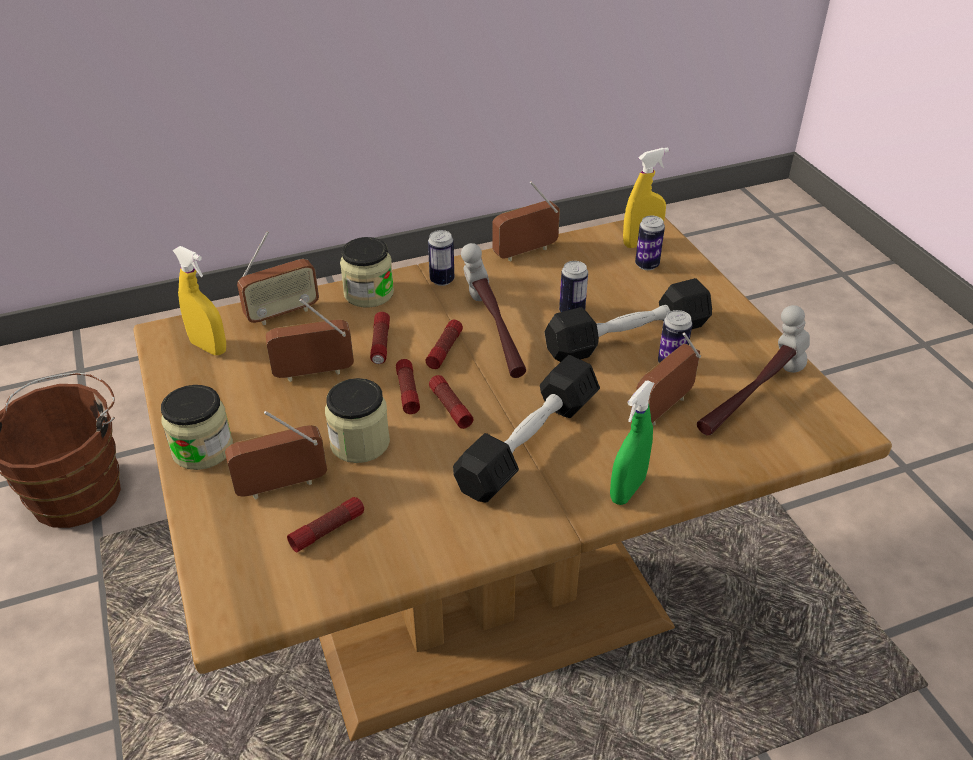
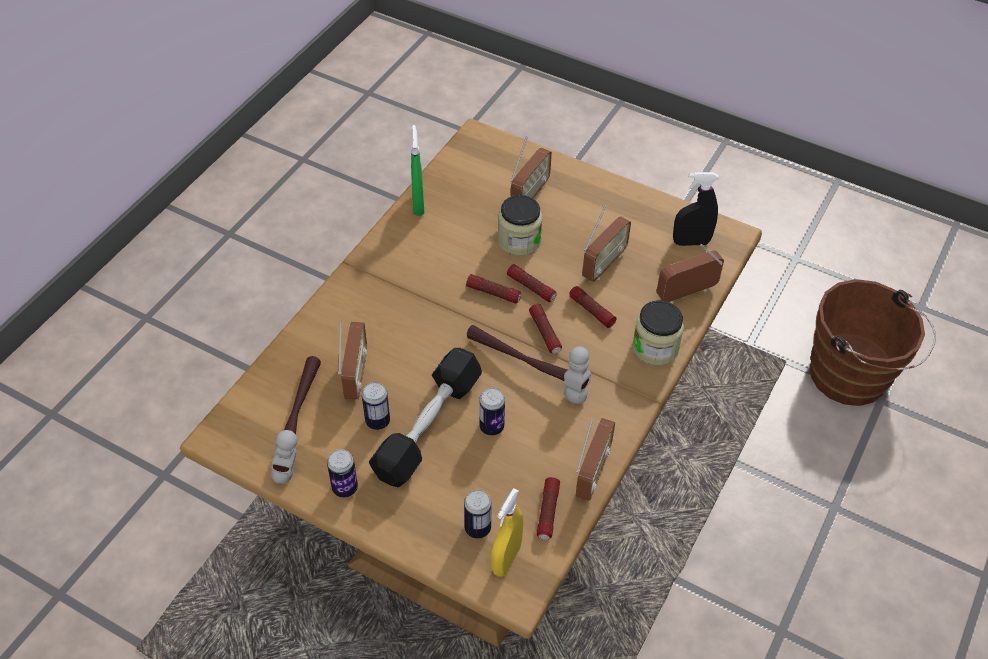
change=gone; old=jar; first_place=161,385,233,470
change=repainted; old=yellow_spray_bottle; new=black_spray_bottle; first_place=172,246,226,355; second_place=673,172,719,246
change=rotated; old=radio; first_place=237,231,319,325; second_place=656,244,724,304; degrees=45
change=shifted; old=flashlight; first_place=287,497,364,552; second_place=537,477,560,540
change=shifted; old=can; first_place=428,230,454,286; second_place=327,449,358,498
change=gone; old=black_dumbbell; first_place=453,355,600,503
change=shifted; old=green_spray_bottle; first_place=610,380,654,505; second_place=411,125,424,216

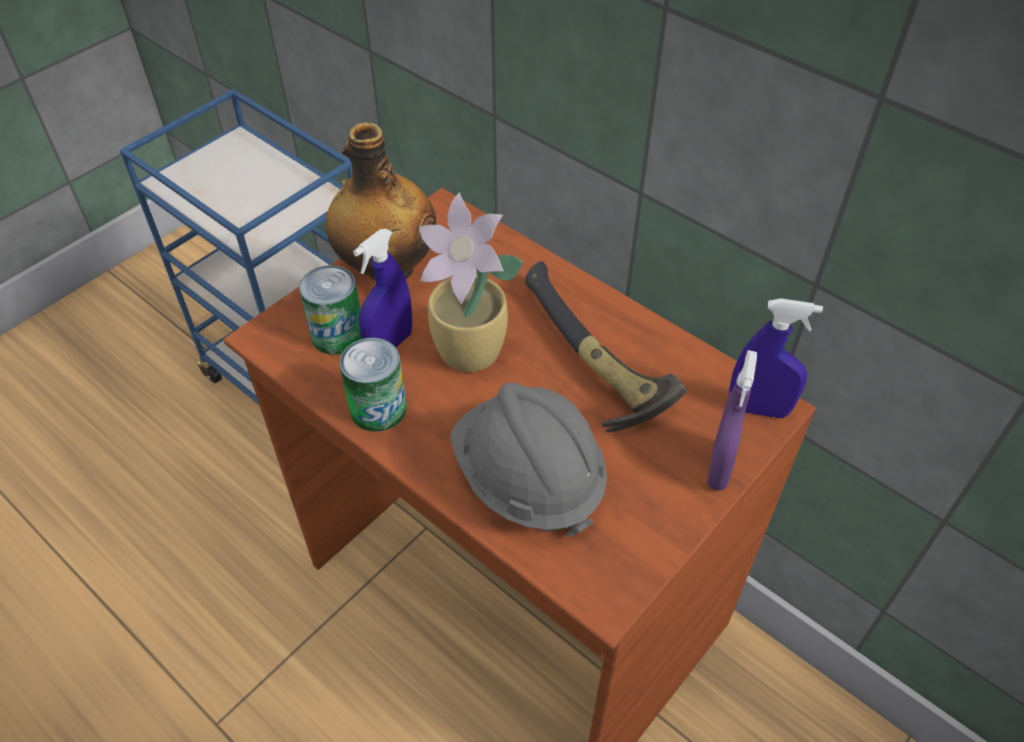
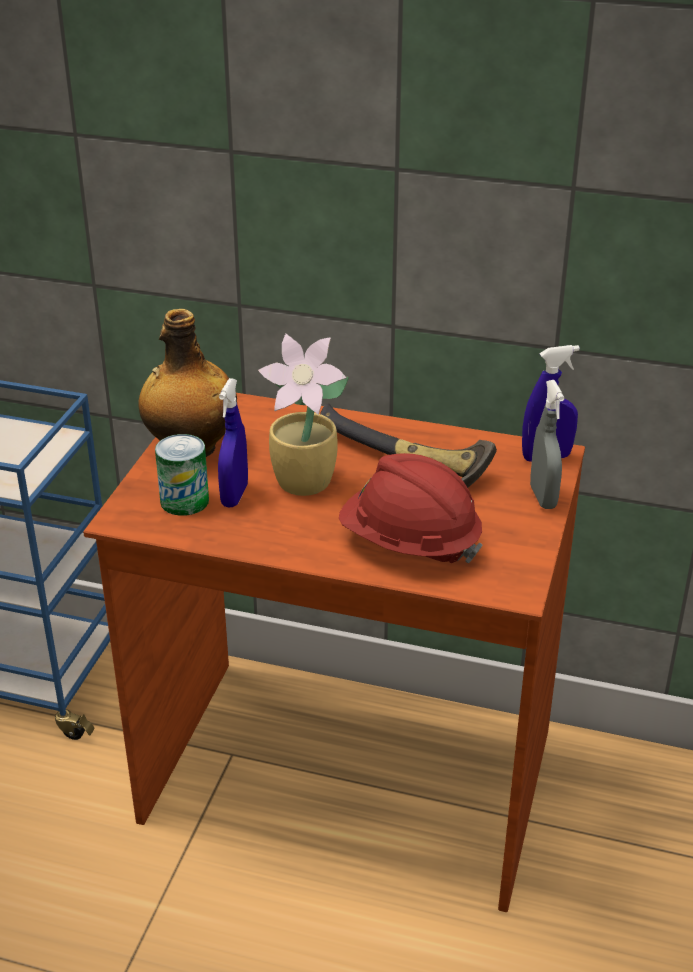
change=gone; old=can; first_place=340,338,406,432
change=repainted; old=grey_hard_hat; new=red_hard_hat; first_place=450,383,607,538; second_place=339,453,483,564
change=repainted; old=purple_spray_bottle; new=grey_spray_bottle; first_place=707,350,757,491; second_place=530,380,564,509

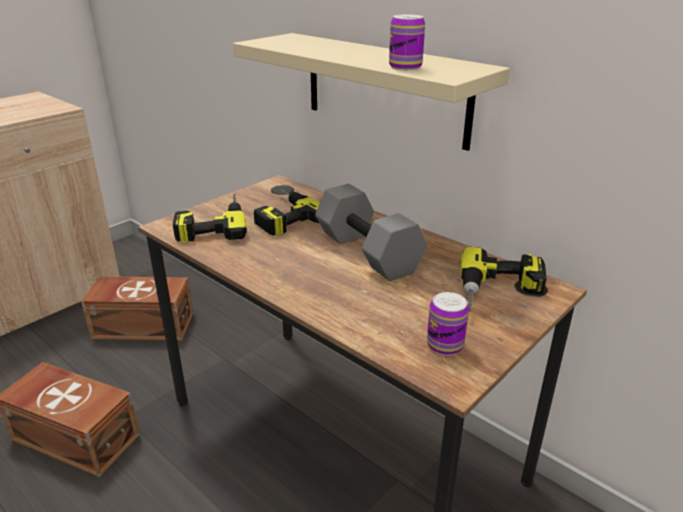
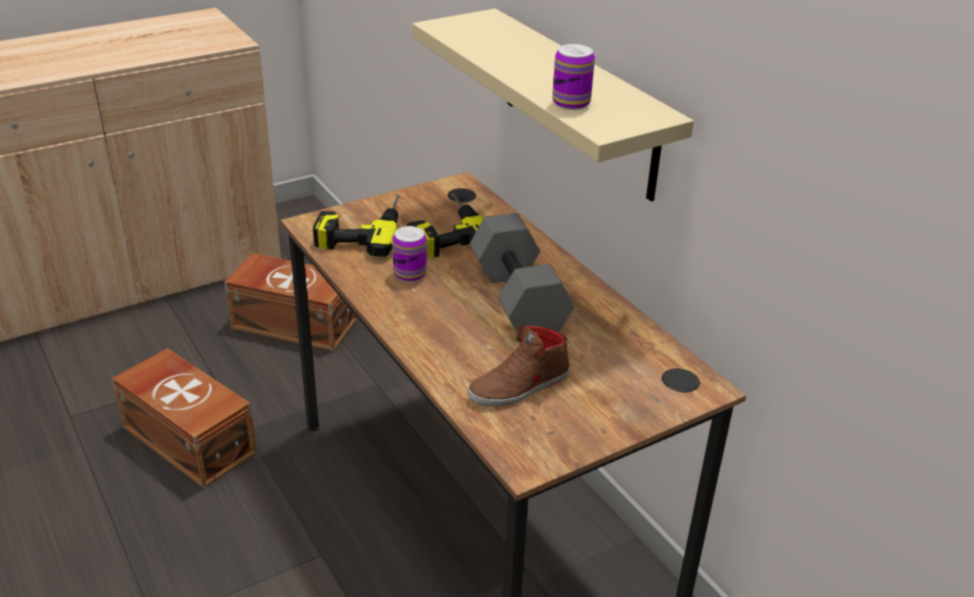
change=shifted; old=can; first_place=427,292,469,355; second_place=393,226,427,282
change=gone; old=power_drill; first_place=460,247,547,313
change=new; new=brown_shoe; second_place=468,325,569,406

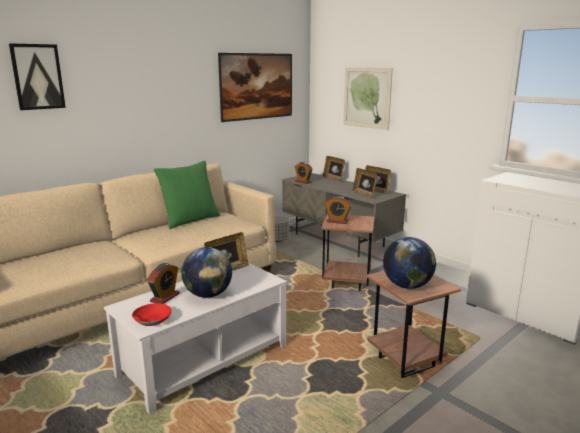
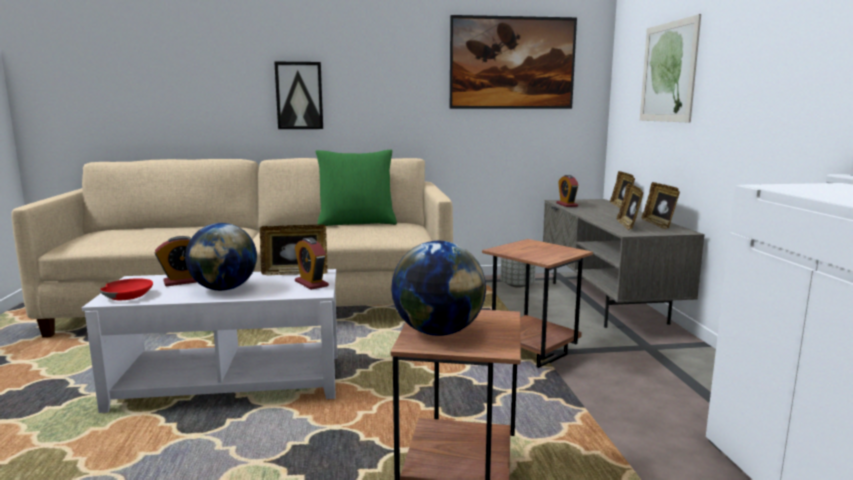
change=shifted; old=picture; first_place=9,43,66,110; second_place=274,62,323,129
change=shifted; old=alarm_clock; first_place=325,196,352,224; second_place=295,238,329,290

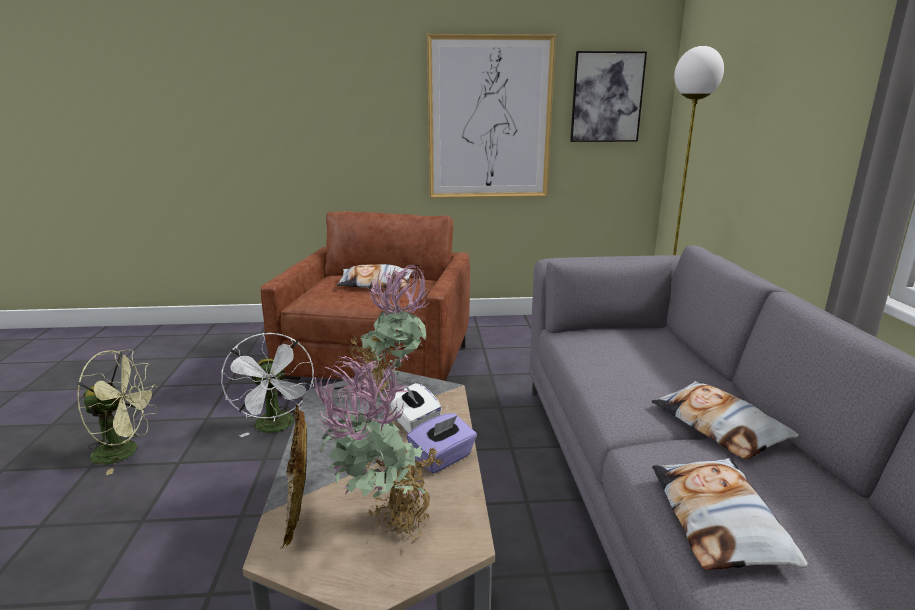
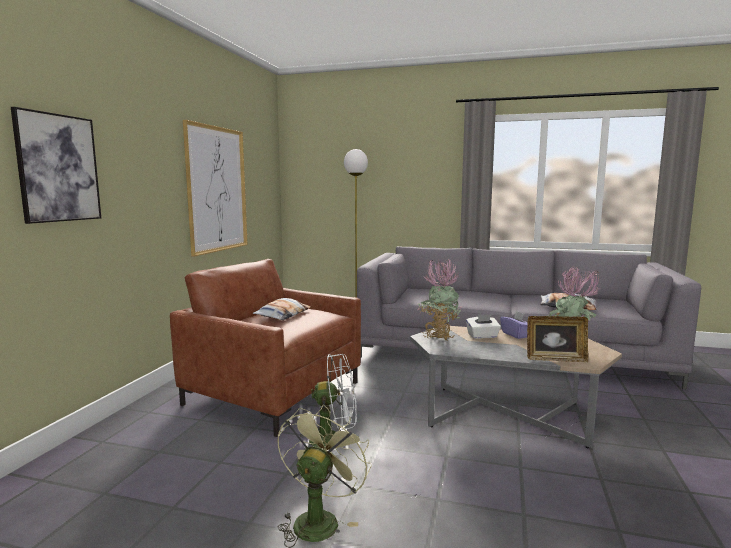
change=shifted; old=picture; first_place=570,51,647,142; second_place=11,107,101,224
change=gone; old=pillow; first_place=651,381,799,460

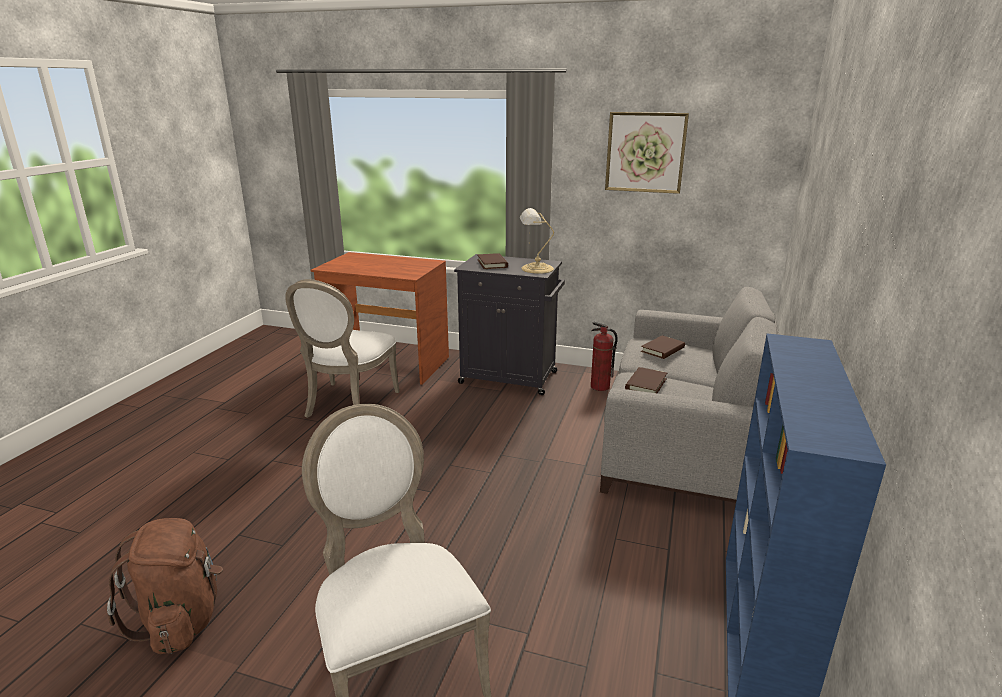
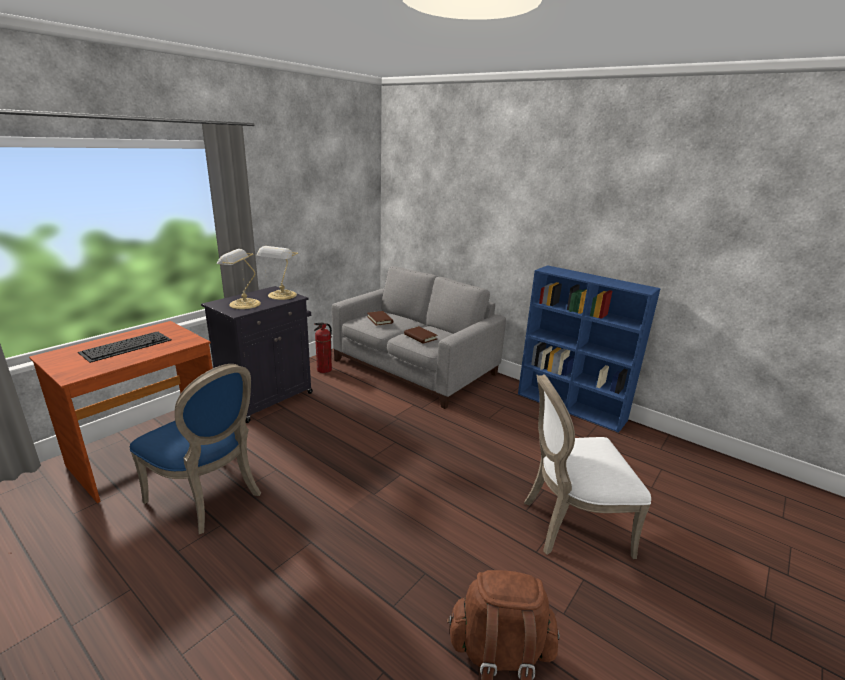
change=repainted; old=white_chair; new=blue_chair; first_place=285,279,400,418; second_place=130,364,261,534
change=swapped; old=brown_book; new=table_lamp; first_place=477,253,508,269; second_place=217,249,261,309
change=gone; old=picture; first_place=605,112,689,194
change=new; new=keyboard; second_place=78,332,172,363

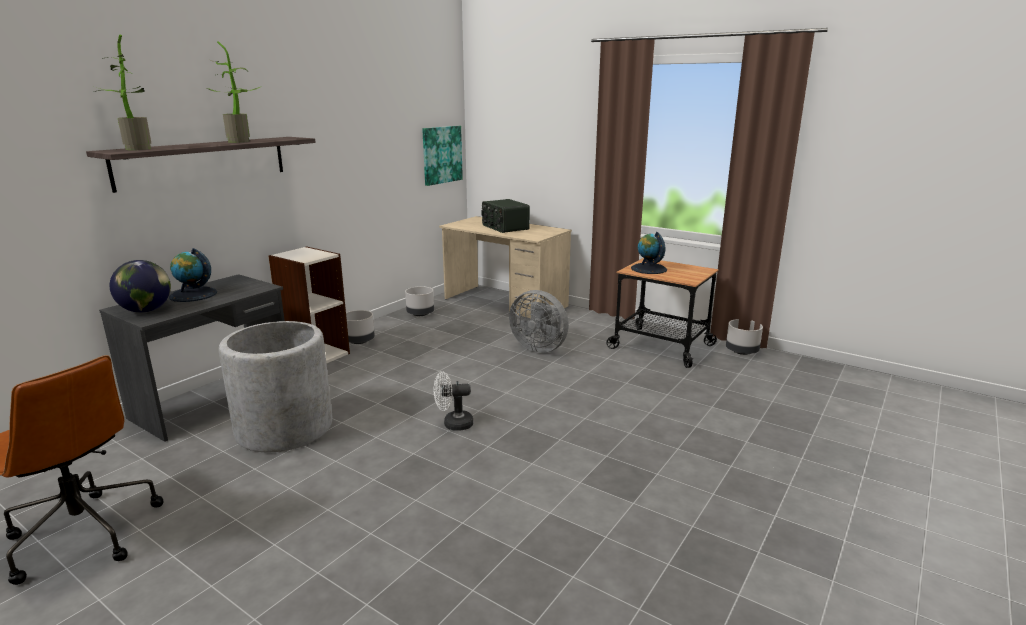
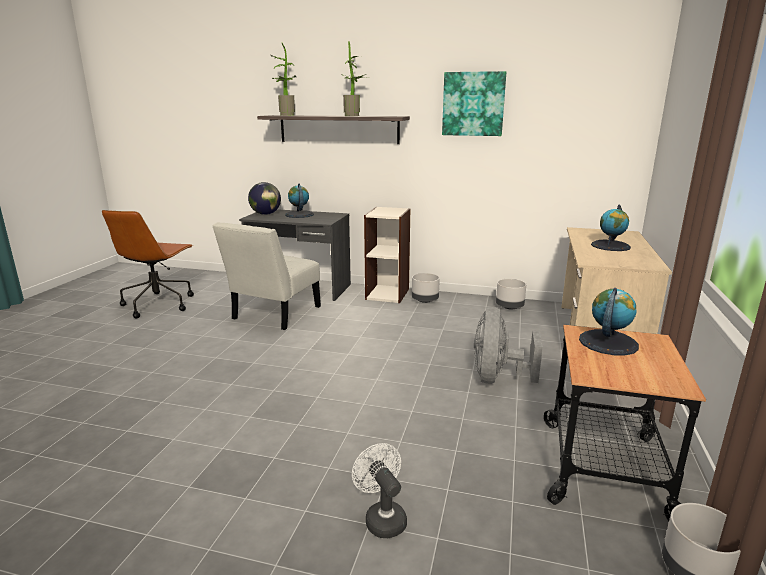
change=swapped; old=grey_planter; new=white_chair; first_place=219,321,332,452; second_place=213,222,321,330
change=shifted; old=picture; first_place=422,126,463,186; second_place=442,71,506,136
change=shifted; old=white_fan; first_place=434,371,473,431; second_place=352,443,407,538
change=swapped; old=radio; new=globe; first_place=481,199,530,233; second_place=591,205,631,251

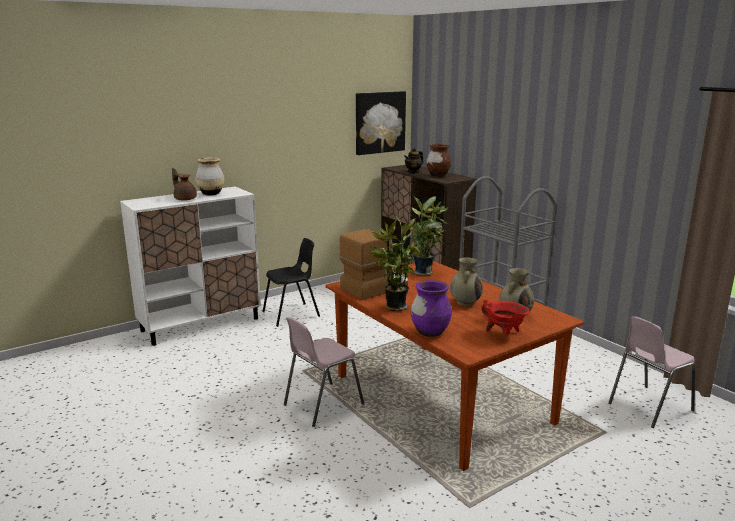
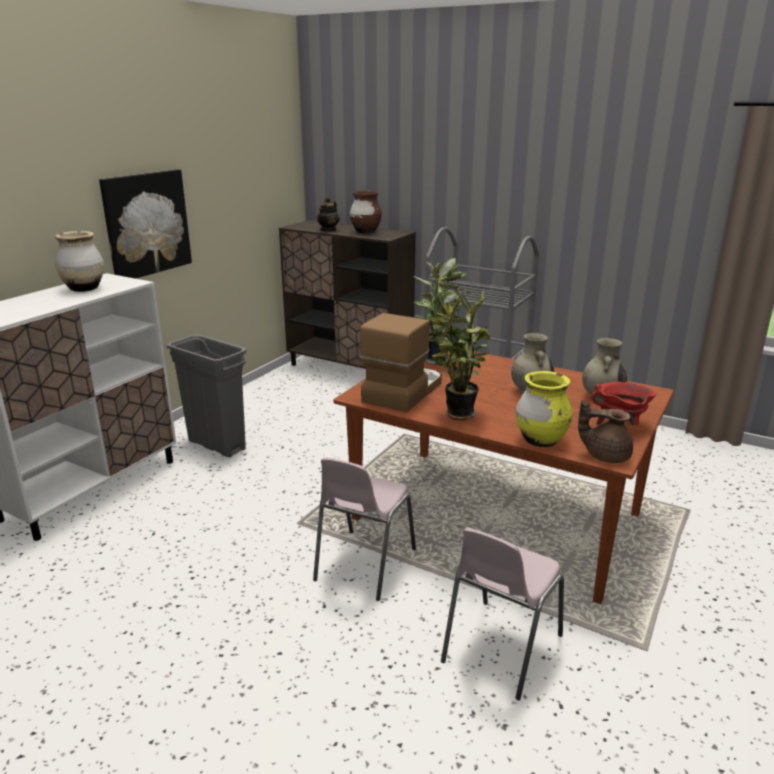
change=shifted; old=brown_teapot; first_place=172,168,197,201; second_place=578,400,633,463
change=swapped; old=black_chair; new=grey_trash_can; first_place=262,238,320,326; second_place=167,334,246,457
change=shifted; old=picture; first_place=356,91,406,155; second_place=99,169,192,279
change=repainted; old=purple_vase; new=yellow_vase; first_place=411,280,452,337; second_place=516,371,573,447
change=shifted; old=pink_chair; first_place=608,316,696,428; second_place=441,528,564,700

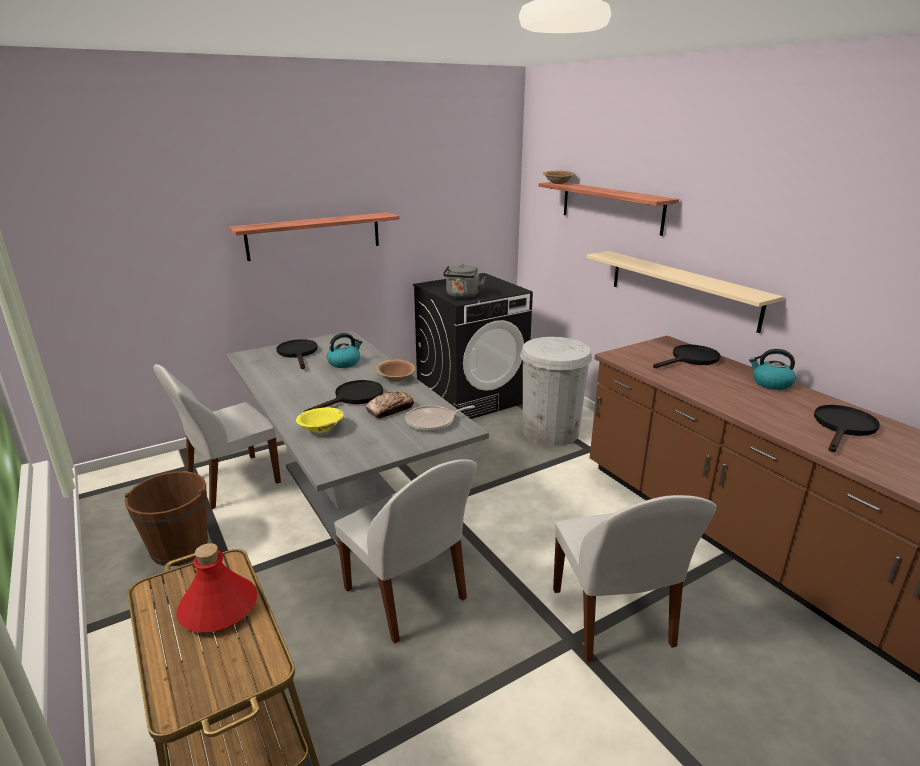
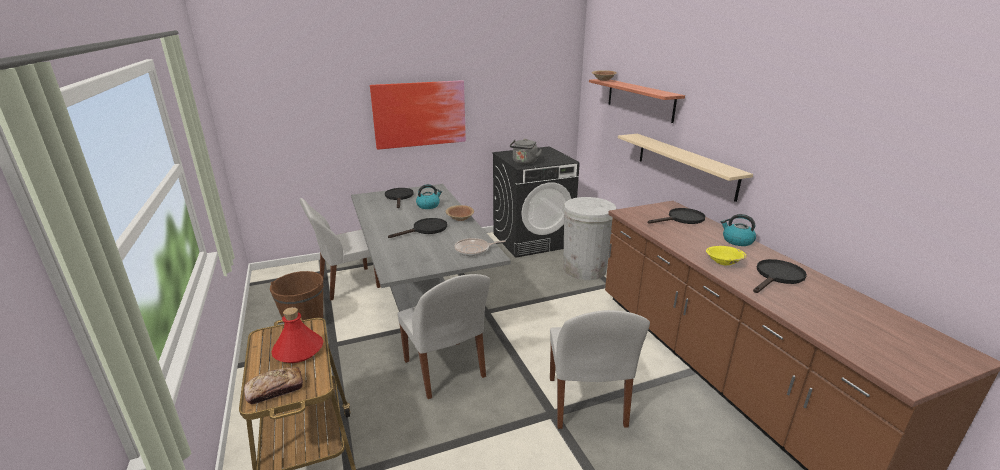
change=swapped; old=shelf; new=picture; first_place=228,212,399,261; second_place=370,80,466,150
change=shifted; old=yellow_bowl; first_place=296,407,344,433; second_place=706,246,747,265
change=shifted; old=bread; first_place=366,391,414,419; second_place=244,367,303,404

